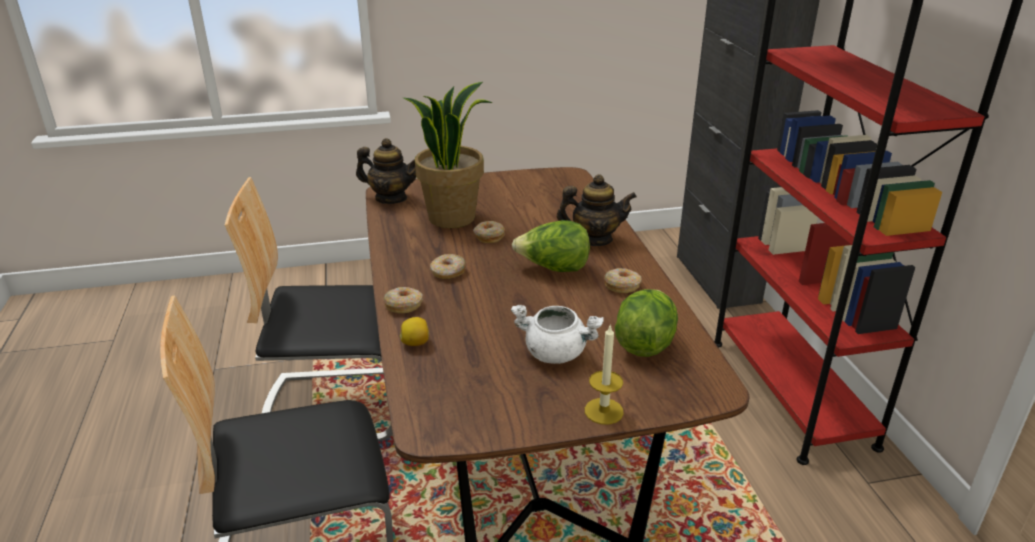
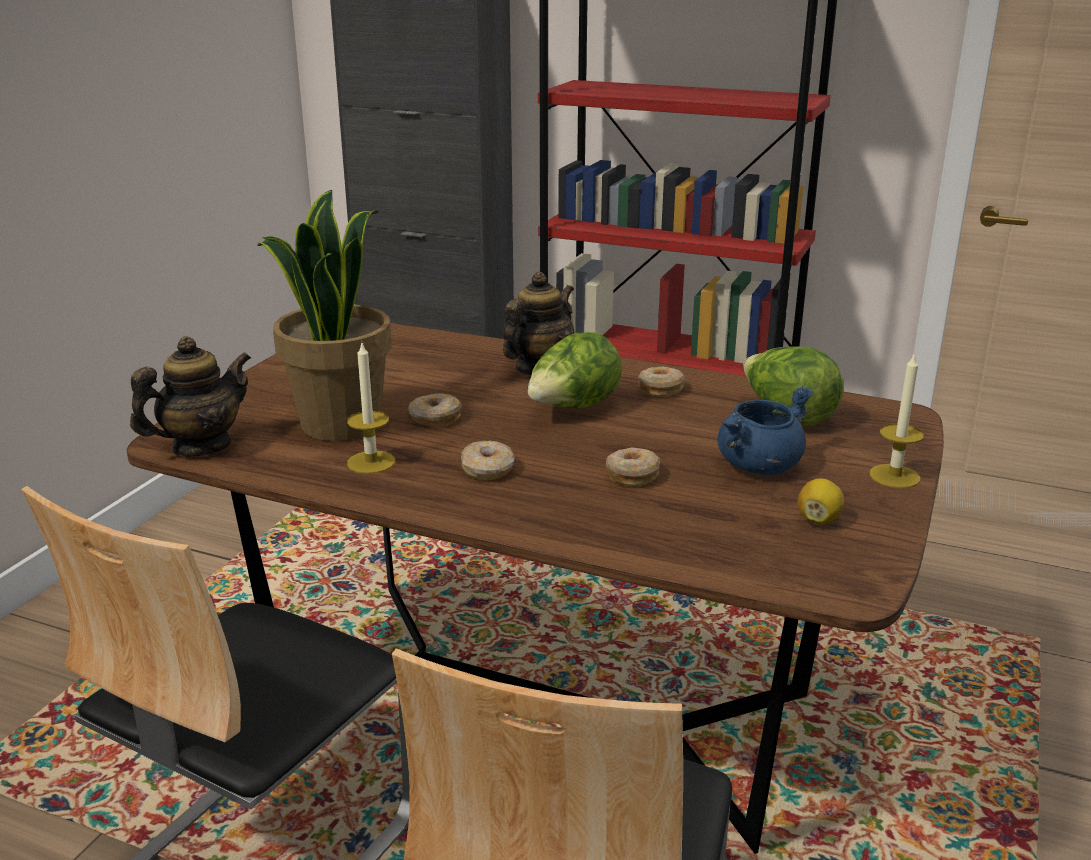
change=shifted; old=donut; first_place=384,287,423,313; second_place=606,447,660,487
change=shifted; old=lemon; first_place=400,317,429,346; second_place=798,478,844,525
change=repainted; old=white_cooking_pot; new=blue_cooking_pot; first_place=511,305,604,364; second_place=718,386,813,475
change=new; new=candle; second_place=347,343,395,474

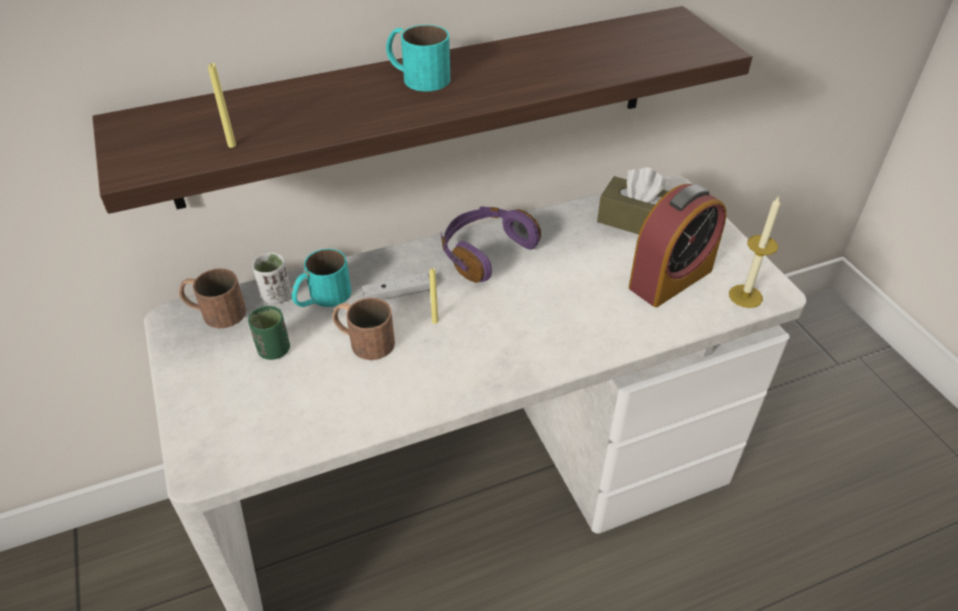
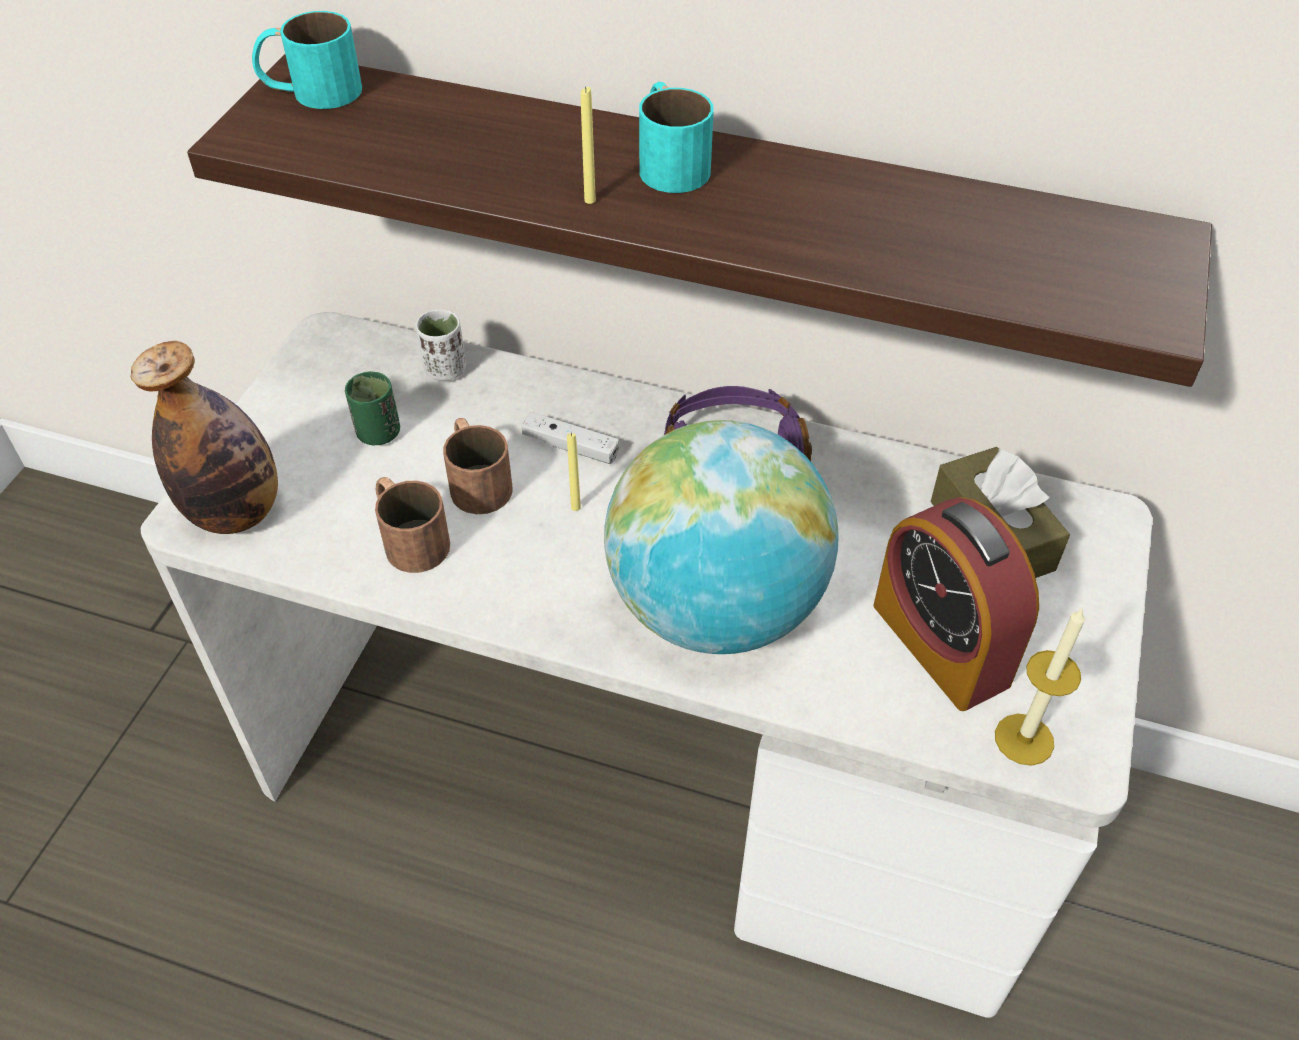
change=shifted; old=brown_mug; first_place=179,268,246,328; second_place=375,477,450,573
change=shifted; old=yellow_candle; first_place=208,63,236,148; second_place=581,86,596,204
change=shifted; old=turquoise_mug; first_place=292,249,351,307; second_place=252,11,362,109
change=rotated; old=alarm_clock; first_place=629,184,727,307; second_place=873,497,1039,711; degrees=60
change=new; new=bottle; second_place=130,341,278,534
change=new; new=globe; second_place=604,420,838,654

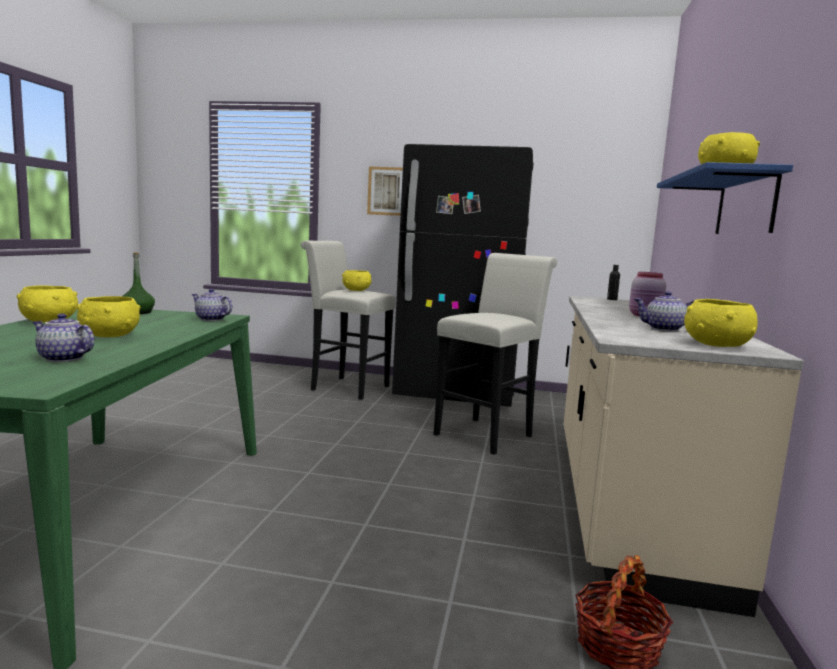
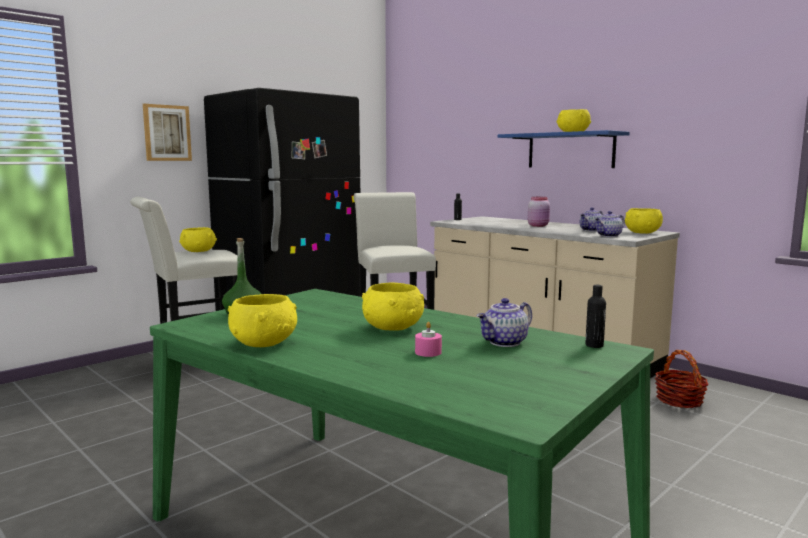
change=shifted; old=teapot; first_place=191,289,232,321; second_place=594,211,625,237
change=new; new=pink_candle; second_place=415,322,442,357
change=new; new=black_bottle; second_place=585,285,606,348

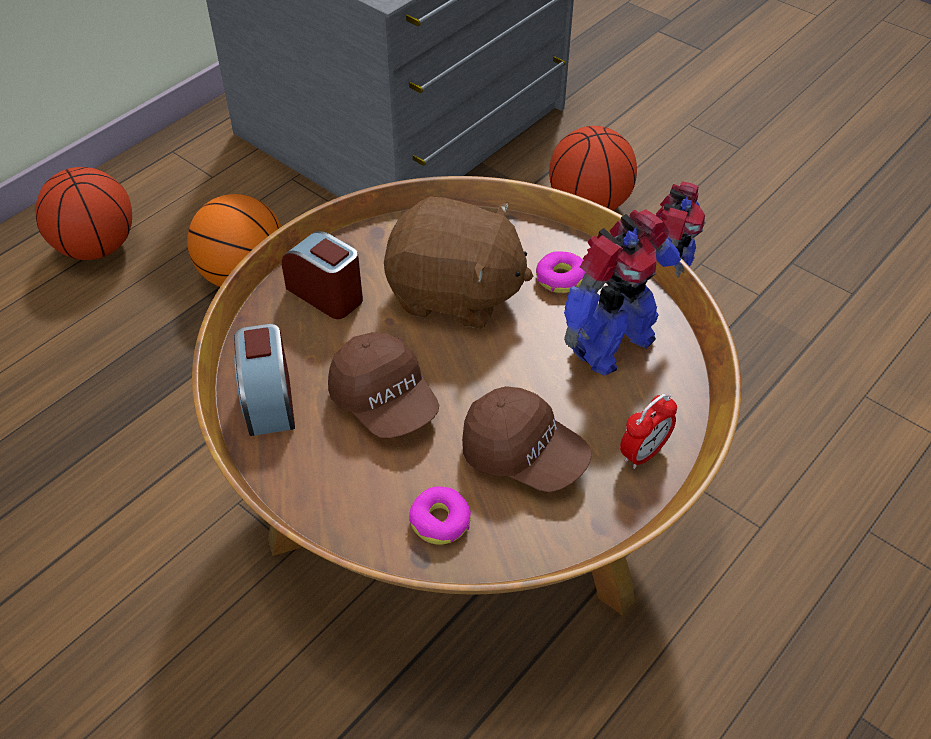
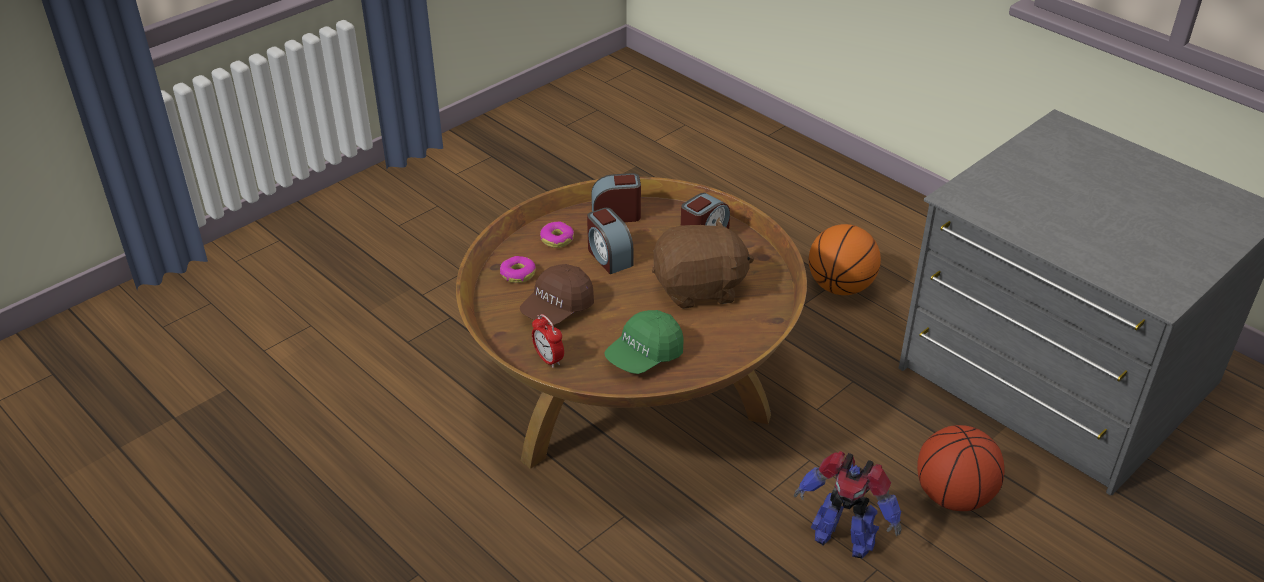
change=gone; old=basketball; first_place=36,167,132,260
change=swapped; old=brown_cap; new=alarm_clock; first_place=328,332,439,438; second_place=587,208,633,274
change=rotated; old=brown_plush_toy; first_place=384,196,533,329; second_place=652,217,754,309; degrees=-120
change=shifted; old=donut; first_place=536,251,585,293; second_place=540,222,574,248
change=swapped; old=toy_robot; new=green_cap; first_place=564,209,684,376; second_place=604,310,683,374

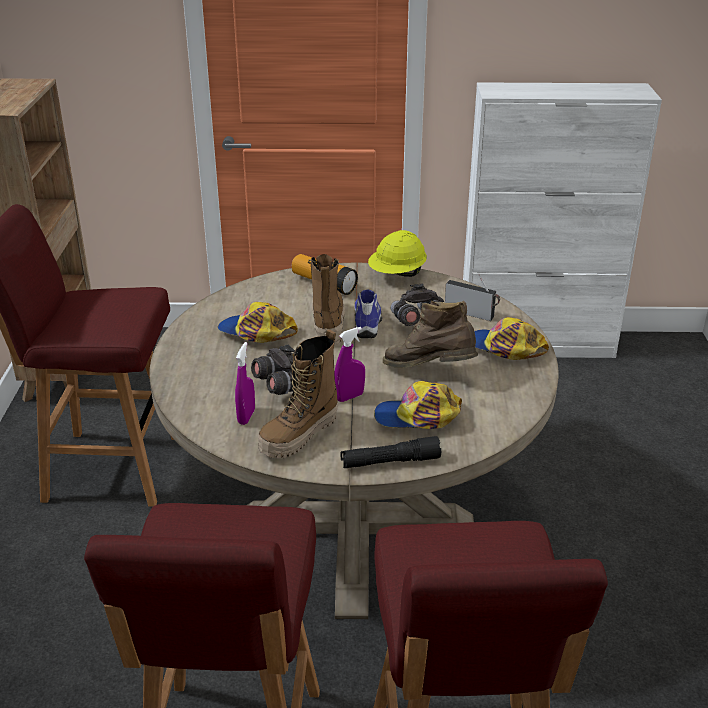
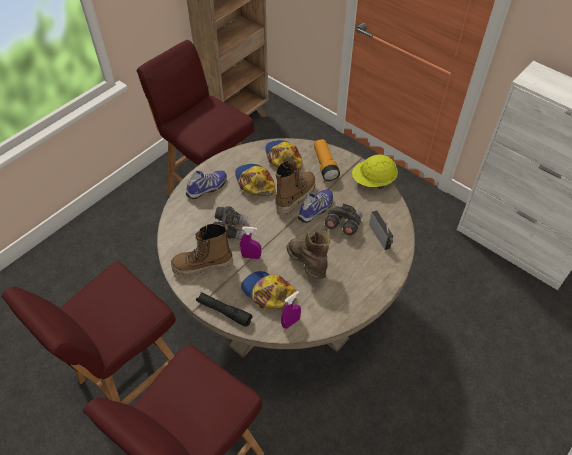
change=shifted; old=purple_spray_bottle; first_place=235,342,255,425; second_place=281,291,301,329
change=shifted; old=cap; first_place=474,317,549,360; second_place=265,140,302,171
change=new; new=shoe; second_place=186,171,227,199

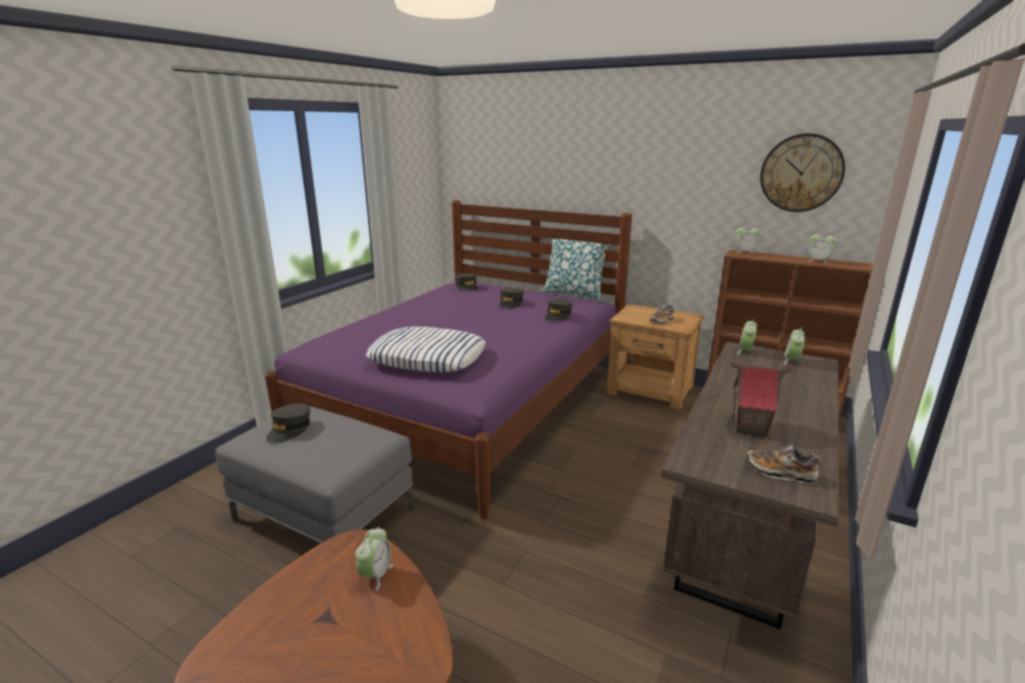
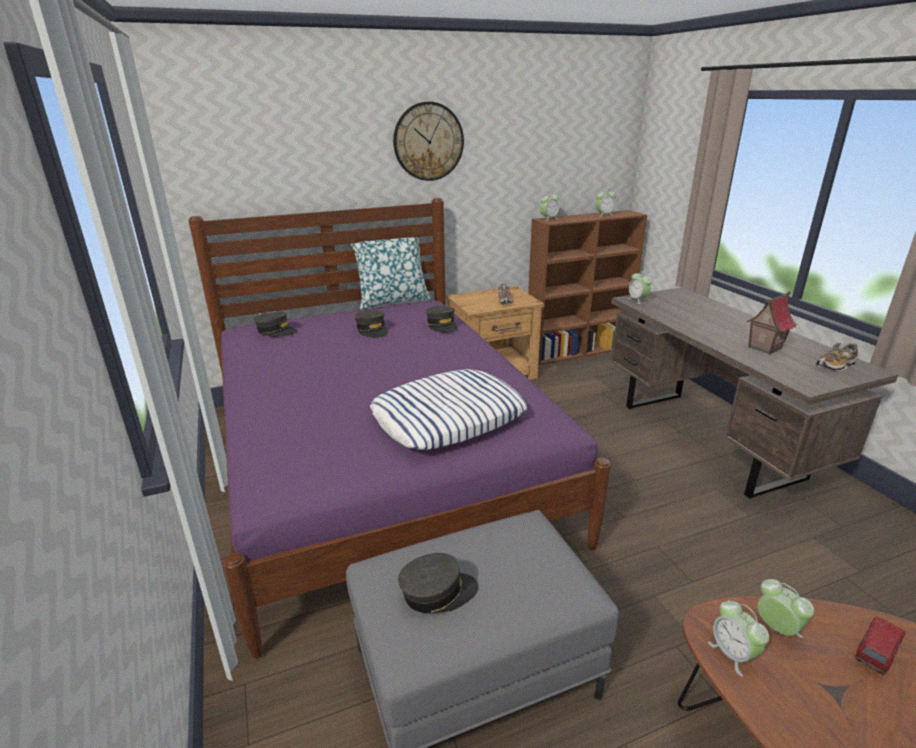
change=rotated; old=grey_cap; first_place=266,403,310,443; second_place=398,553,479,613; degrees=-75
change=shifted; old=wall_clock; first_place=760,133,845,212; second_place=393,102,464,181
change=shifted; old=alarm_clock; first_place=784,328,805,365; second_place=708,600,769,677
change=new; new=toy_truck; second_place=855,616,905,675

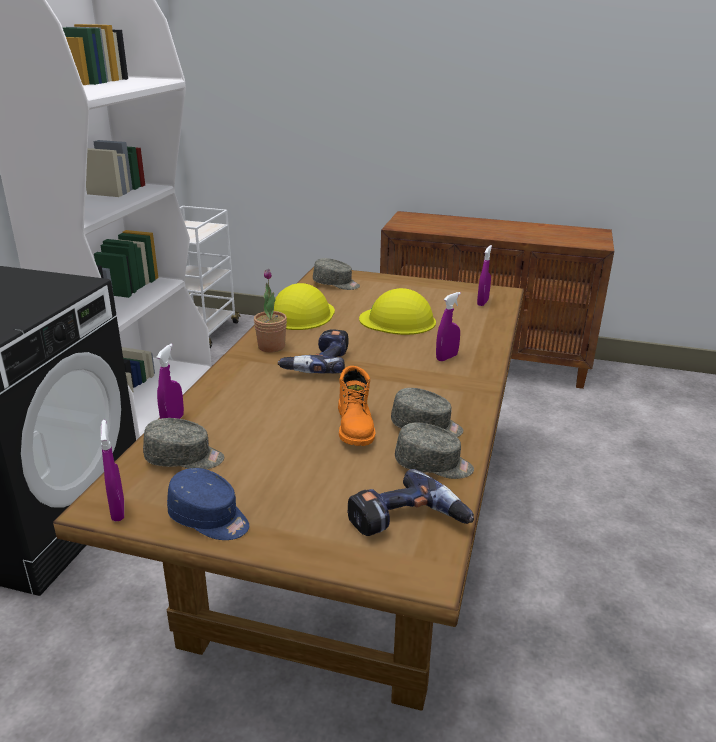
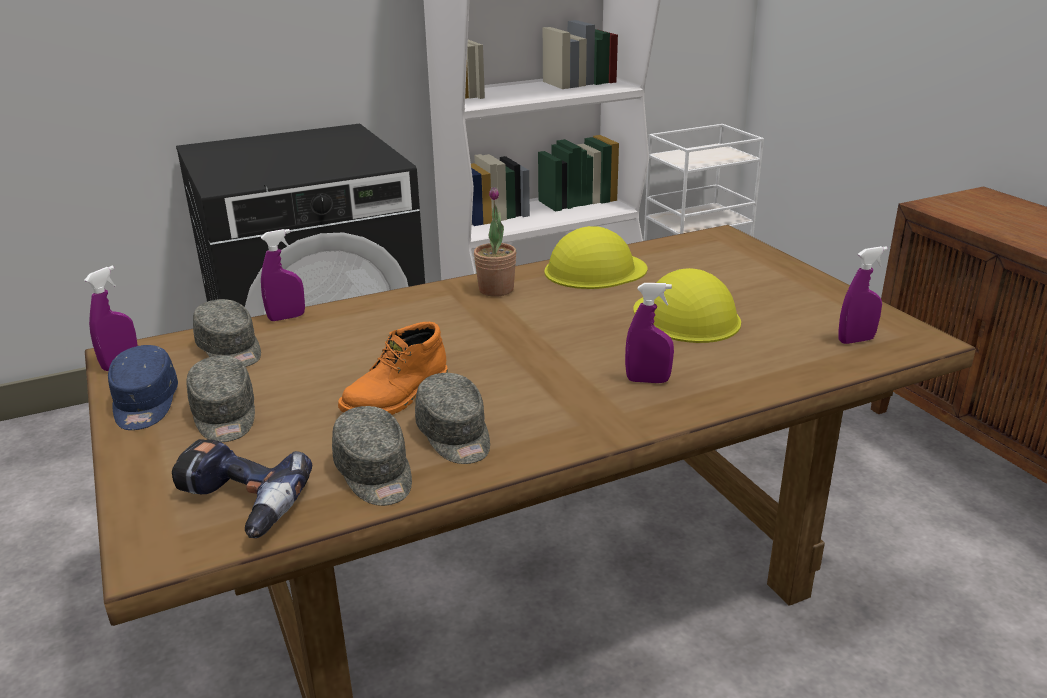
change=gone; old=power_drill; first_place=278,329,349,373
change=shifted; old=grey_cap; first_place=313,258,360,290; second_place=186,356,255,442

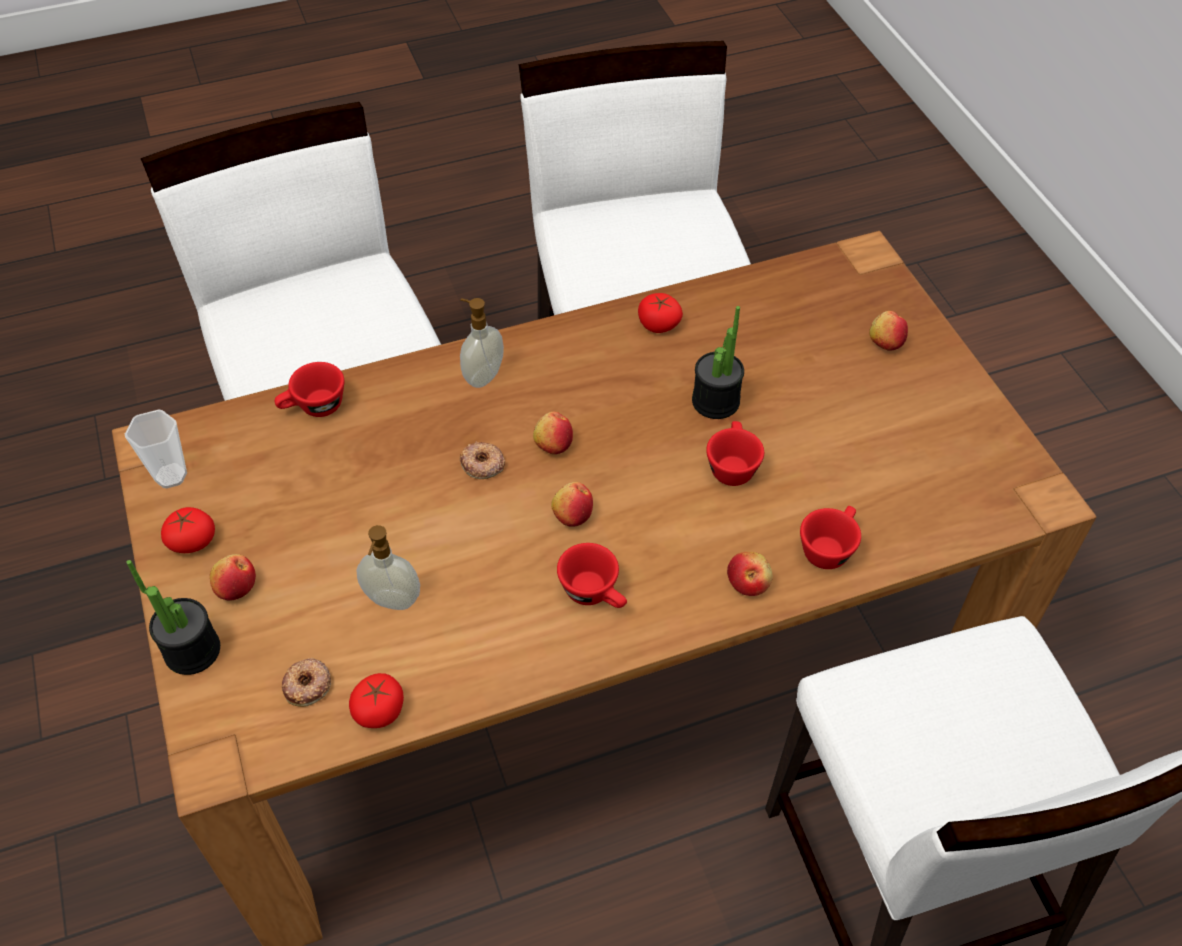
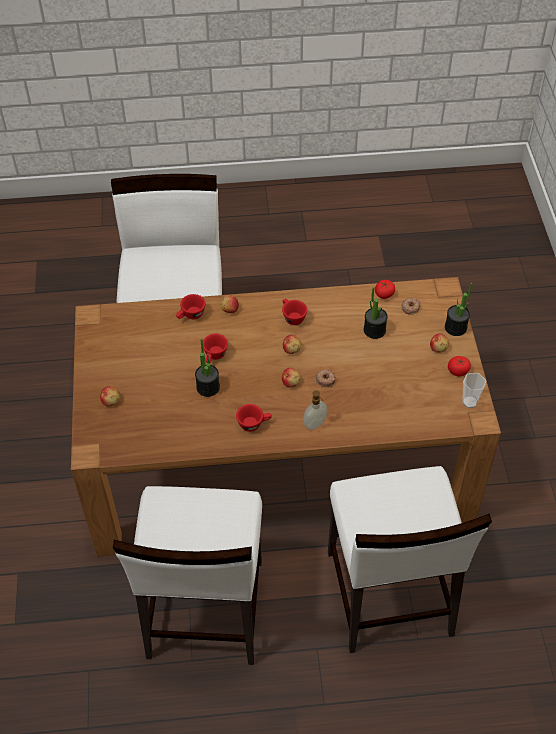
change=shifted; old=red_cup; first_place=275,362,344,417; second_place=236,404,272,432
change=swapped; old=soap_dispenser; new=potted_plant; first_place=357,525,420,610; second_place=364,287,388,339
change=gone; old=tomato; first_place=638,293,683,333

